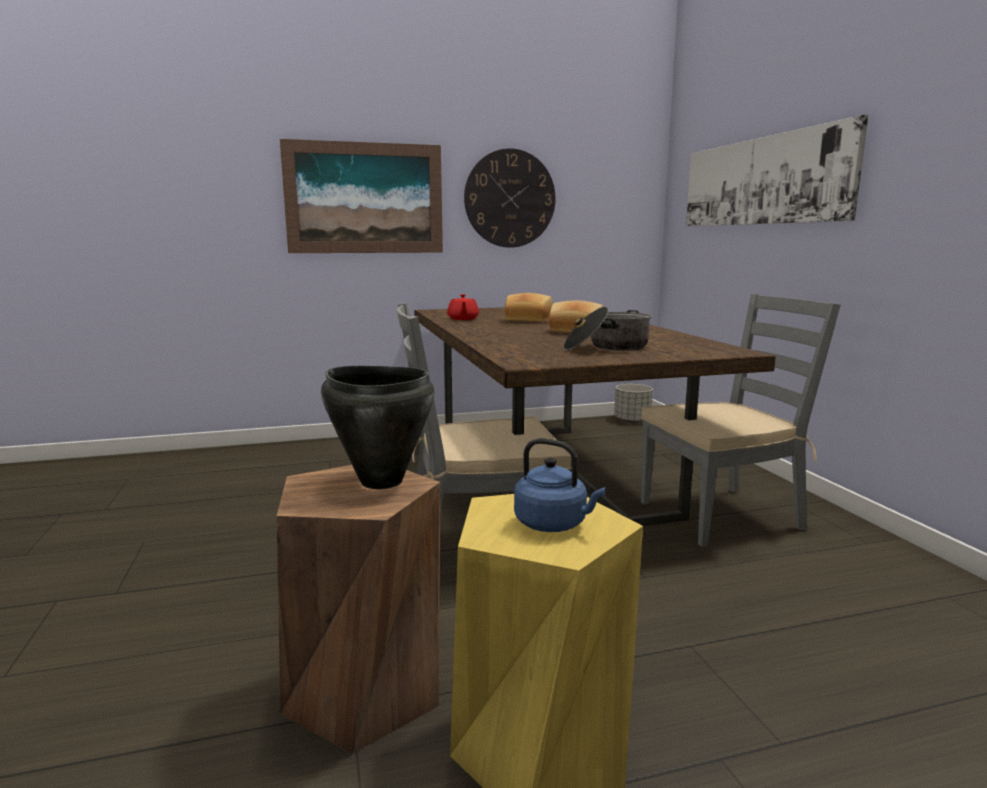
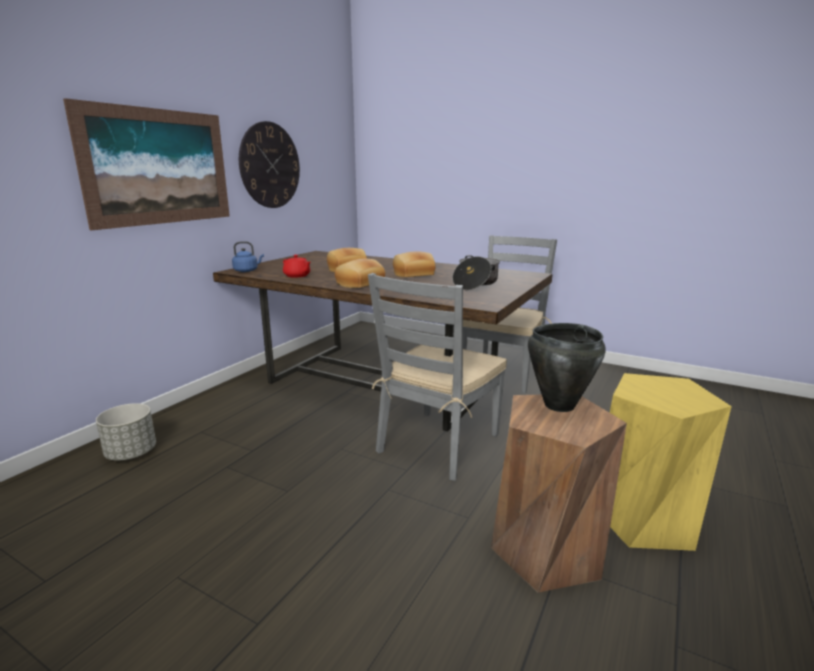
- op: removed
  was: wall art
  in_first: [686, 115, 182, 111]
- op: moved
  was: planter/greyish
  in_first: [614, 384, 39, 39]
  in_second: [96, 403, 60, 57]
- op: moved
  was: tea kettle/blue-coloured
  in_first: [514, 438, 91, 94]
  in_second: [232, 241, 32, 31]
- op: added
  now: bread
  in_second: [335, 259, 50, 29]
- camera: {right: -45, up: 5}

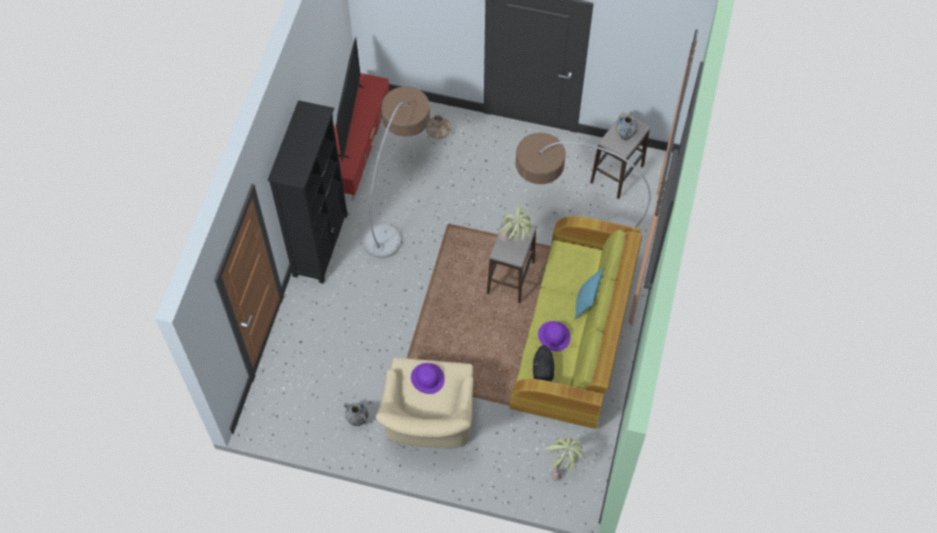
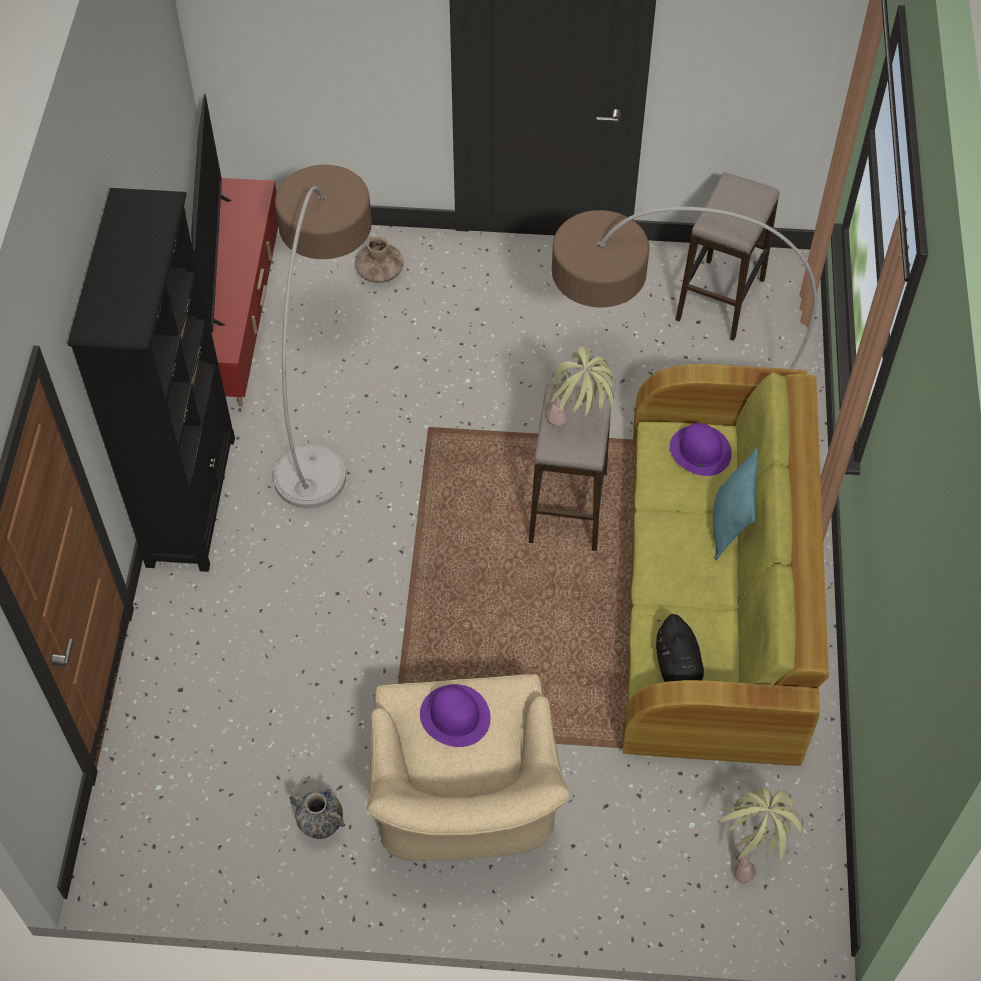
- op: removed
  was: vase
  in_first: [616, 111, 22, 30]
- op: moved
  was: wearable hat/purplish
  in_first: [538, 321, 33, 30]
  in_second: [670, 423, 62, 53]
- camera: {right: -10, up: -5}

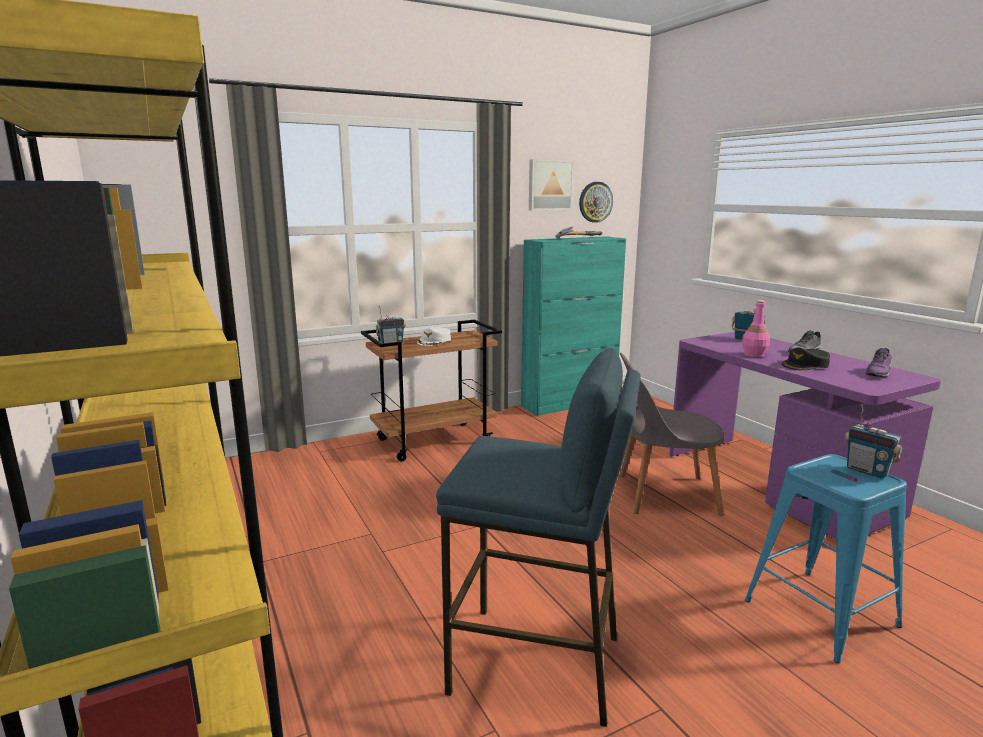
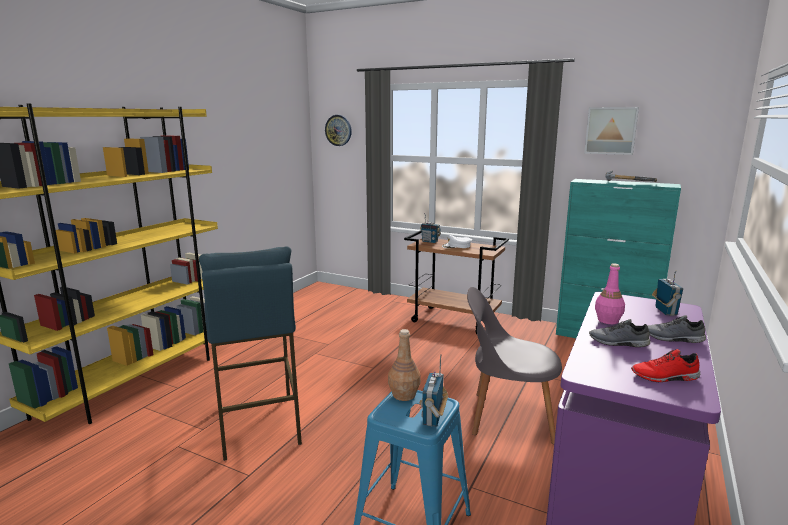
- op: moved
  was: clock on the wall
  in_first: [579, 182, 34, 41]
  in_second: [325, 115, 27, 31]
- op: replaced
  was: cap/black-coloured
  now: item of footwear/greyish
  in_first: [782, 347, 48, 23]
  in_second: [589, 319, 61, 28]
- op: recoloured
  was: item of footwear/purplish
  now: item of footwear/red
  in_first: [865, 348, 27, 30]
  in_second: [631, 349, 70, 33]
- op: turned
  was: chair/greyish
  in_first: [619, 352, 105, 163]
  in_second: [467, 287, 95, 158]
  clockwise: -45
- op: added
  now: drink bottle/brown-coloured
  in_second: [388, 329, 33, 72]
- camera: {right: 55, up: 0}

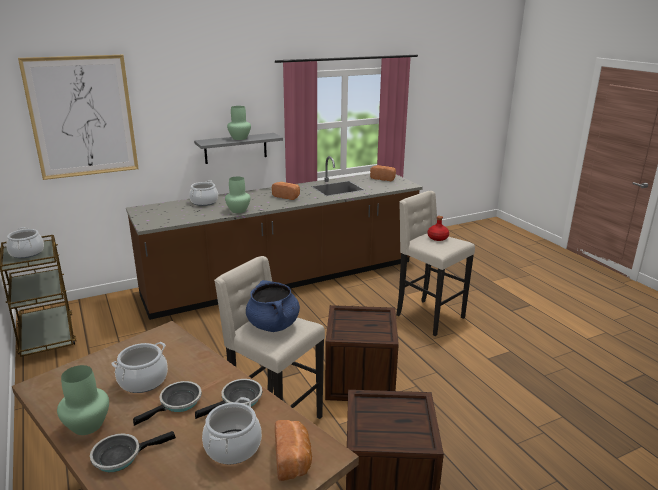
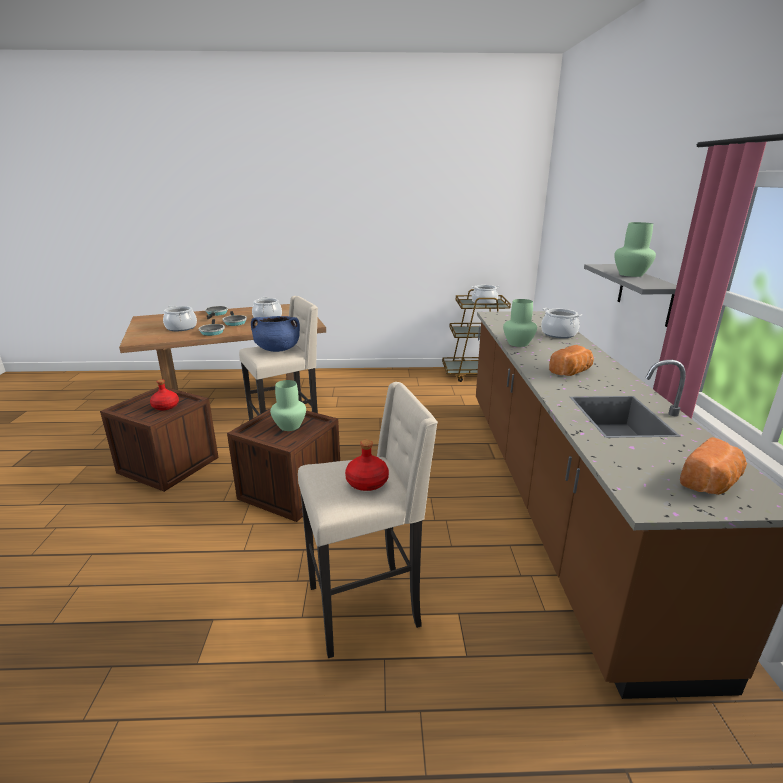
- op: removed
  was: wall art
  in_first: [18, 55, 121, 125]
- op: moved
  was: vase/green
  in_first: [57, 365, 52, 70]
  in_second: [270, 380, 36, 51]
- op: removed
  was: bread
  in_first: [275, 420, 37, 61]
- op: added
  now: drink bottle/red
  in_second: [150, 379, 29, 31]
- camera: {right: 115, up: 0}

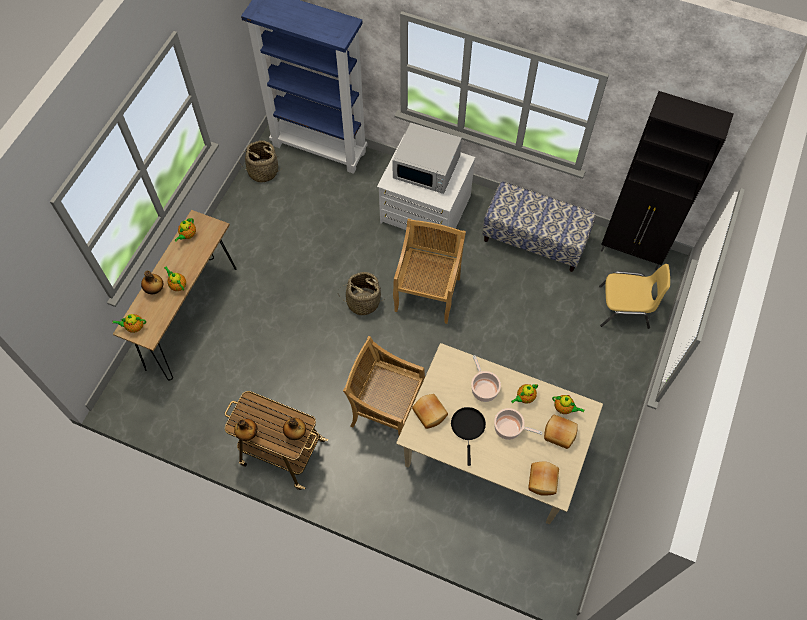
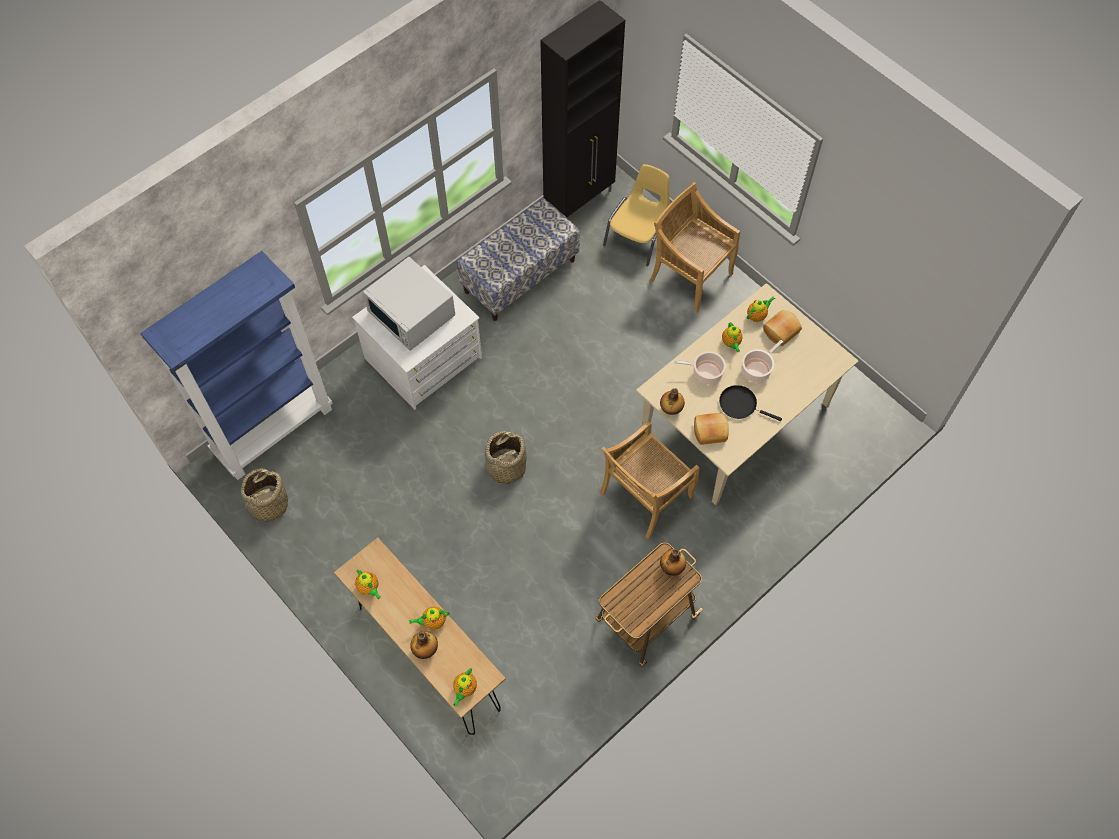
- op: turned
  was: microwave/white-coloured
  in_first: [392, 123, 70, 71]
  in_second: [363, 257, 92, 94]
  clockwise: 90
- op: moved
  was: chair/beige
  in_first: [393, 219, 73, 105]
  in_second: [649, 182, 91, 131]
- op: moved
  was: drink bottle
  in_first: [234, 419, 24, 22]
  in_second: [660, 388, 25, 27]
- op: removed
  was: bread
  in_first: [528, 461, 31, 35]
- camera: {right: -65, up: 0}

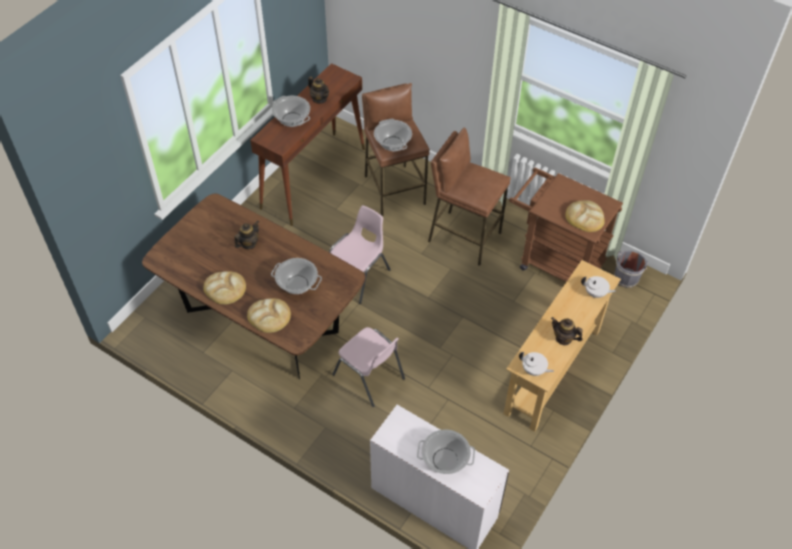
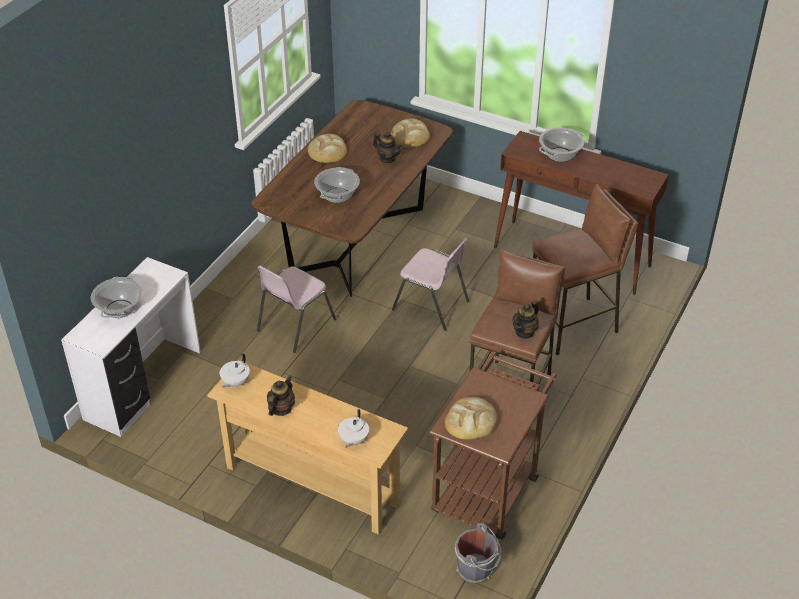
- op: moved
  was: teapot
  in_first: [308, 76, 21, 28]
  in_second: [512, 300, 27, 39]
- op: removed
  was: stockpot
  in_first: [374, 119, 38, 33]
- op: moved
  was: bread
  in_first: [247, 298, 44, 35]
  in_second: [391, 118, 39, 29]
- camera: {right: 85, up: -10}

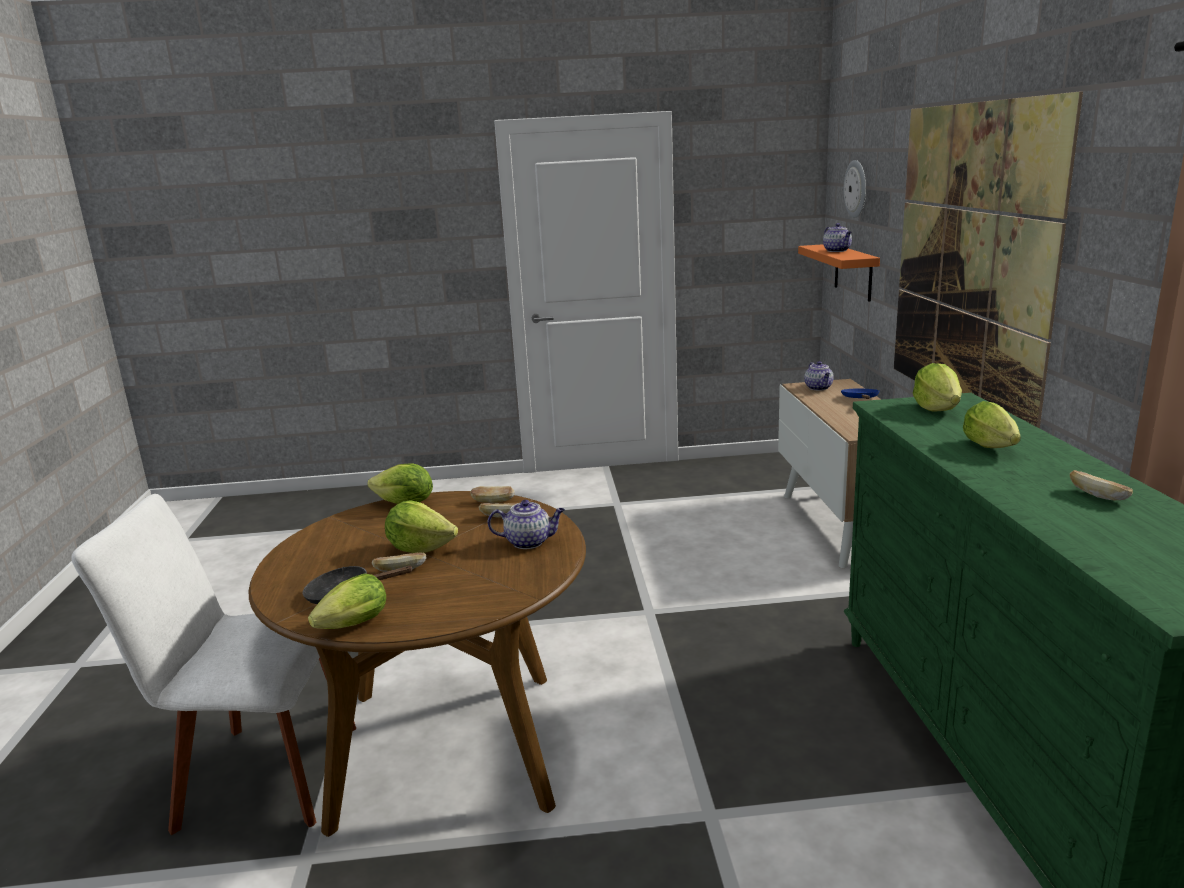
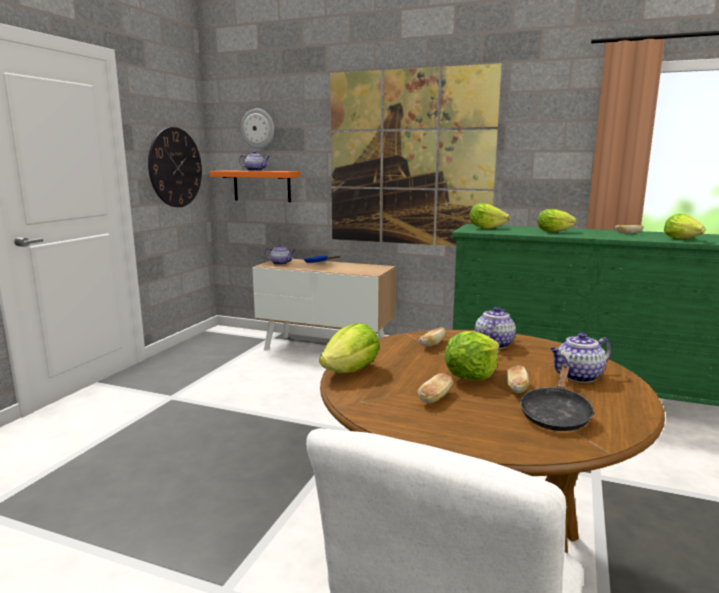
- op: moved
  was: bread
  in_first: [470, 486, 45, 17]
  in_second: [418, 373, 35, 30]
- op: moved
  was: head of lettuce
  in_first: [308, 574, 78, 55]
  in_second: [664, 214, 42, 25]
- op: added
  now: clock on the wall
  in_second: [148, 127, 54, 80]
- op: added
  now: teapot
  in_second: [550, 333, 62, 50]
- camera: {right: -65, up: -5}

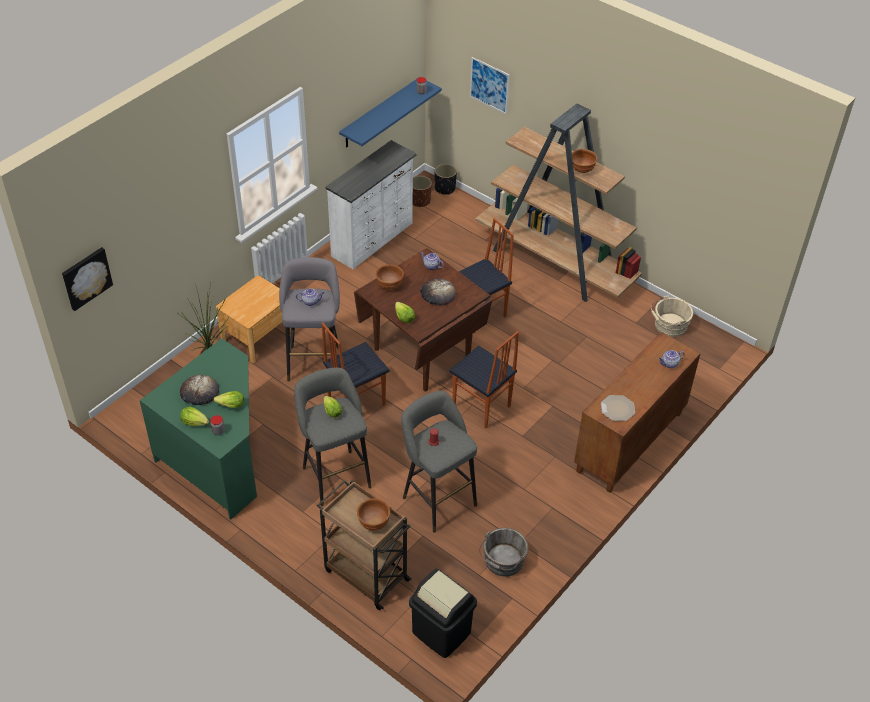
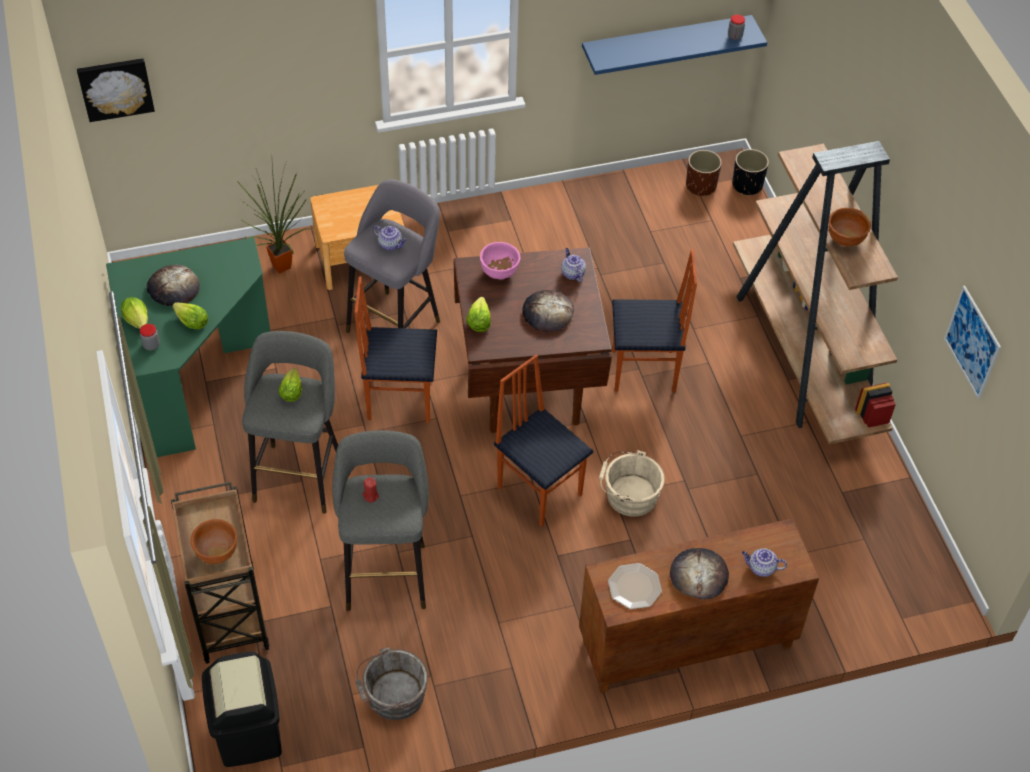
- op: moved
  was: wall art
  in_first: [470, 57, 40, 57]
  in_second: [944, 285, 57, 114]
- op: removed
  was: dresser/white-coloured
  in_first: [325, 140, 92, 129]
- op: recoloured
  was: bowl/brown-coloured
  now: bowl/pinkish
  in_first: [376, 264, 28, 26]
  in_second: [480, 242, 40, 38]
- op: moved
  was: pail/beige
  in_first: [651, 295, 42, 42]
  in_second: [599, 450, 66, 67]
- op: turned
  was: chair
  in_first: [449, 331, 70, 97]
  in_second: [494, 354, 99, 173]
  clockwise: 150
- op: added
  now: bread
  in_second: [670, 548, 59, 51]
- camera: {right: 35, up: 5}

